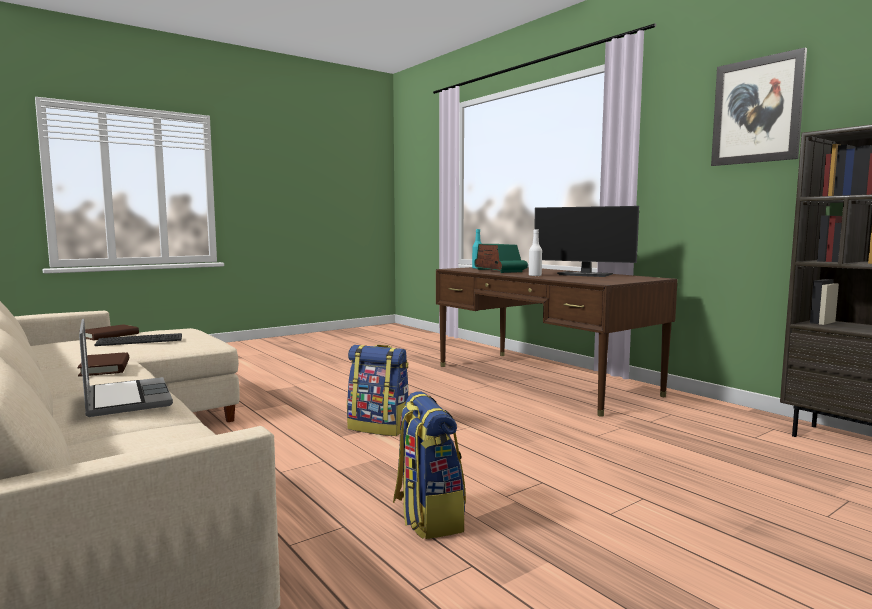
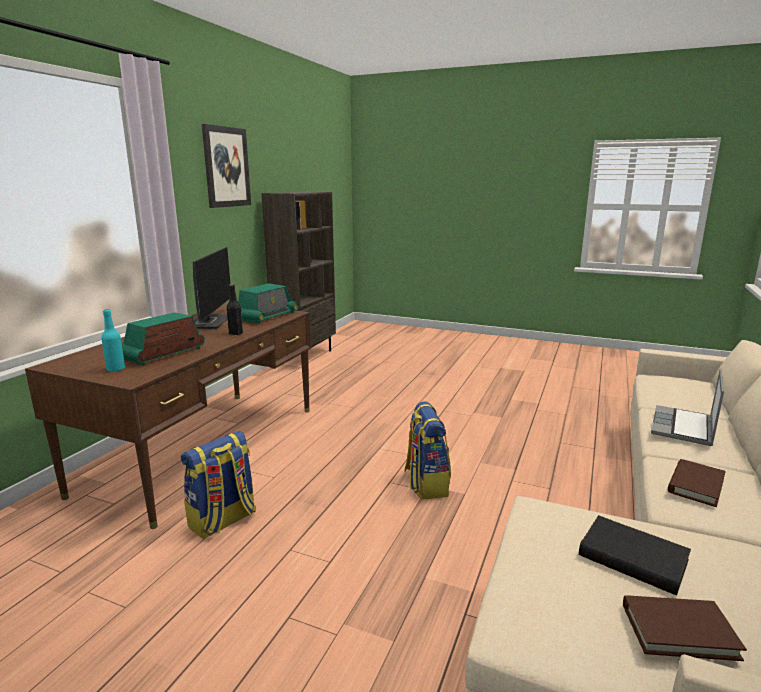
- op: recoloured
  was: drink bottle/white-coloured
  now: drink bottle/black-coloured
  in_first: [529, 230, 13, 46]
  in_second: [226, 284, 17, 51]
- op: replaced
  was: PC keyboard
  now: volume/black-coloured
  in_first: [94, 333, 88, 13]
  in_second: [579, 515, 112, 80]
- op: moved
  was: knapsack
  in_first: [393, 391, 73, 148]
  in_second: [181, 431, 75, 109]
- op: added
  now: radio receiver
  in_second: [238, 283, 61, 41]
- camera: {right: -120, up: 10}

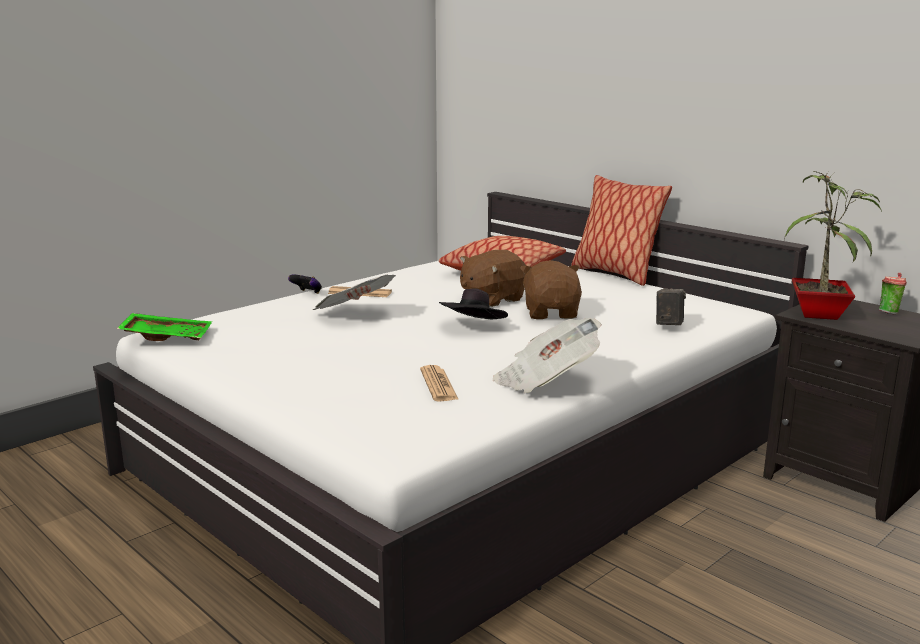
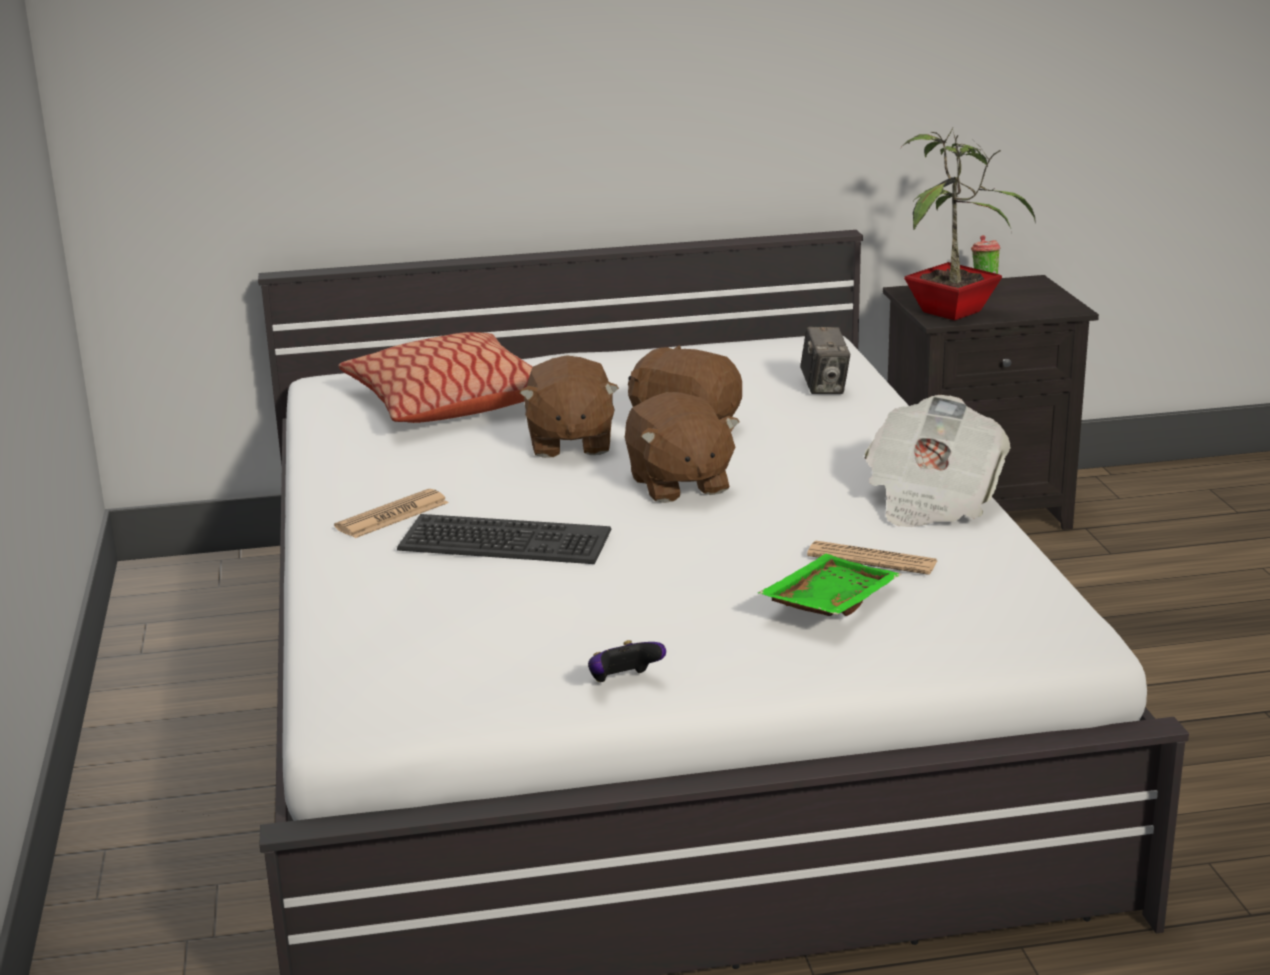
- op: removed
  was: throw pillow
  in_first: [571, 175, 101, 111]
- op: moved
  was: game controller
  in_first: [288, 275, 34, 19]
  in_second: [588, 640, 78, 42]
- op: replaced
  was: printed paper
  now: PC keyboard
  in_first: [312, 275, 84, 35]
  in_second: [397, 514, 214, 50]
- op: replaced
  was: wearable hat/black-coloured
  now: soft toy/brown-coloured
  in_first: [439, 288, 69, 31]
  in_second: [625, 392, 115, 111]
- op: turned
  was: photo camera
  in_first: [656, 289, 30, 36]
  in_second: [800, 327, 50, 67]
  clockwise: -150
- op: moved
  was: carrying tray/green
  in_first: [117, 313, 95, 28]
  in_second: [758, 554, 144, 62]
- camera: {right: -55, up: 5}

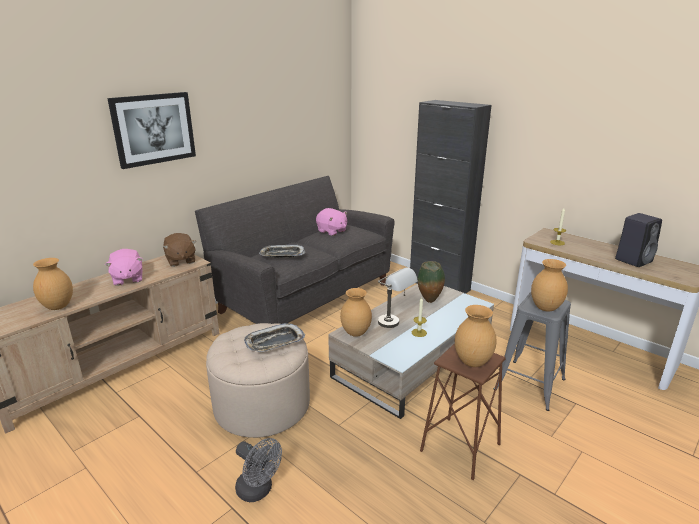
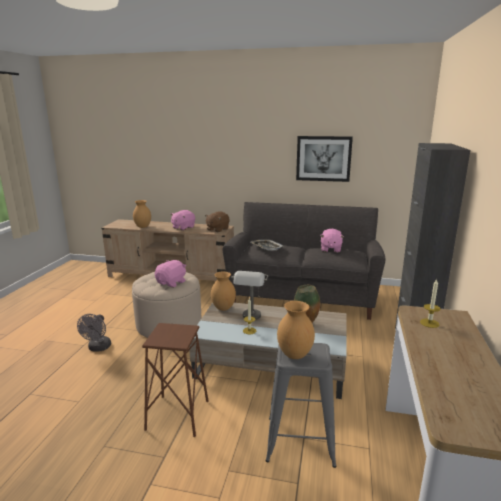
- op: moved
  was: wall art
  in_first: [107, 92, 89, 77]
  in_second: [296, 136, 57, 46]
- op: removed
  was: speaker/black-coloured
  in_first: [615, 213, 47, 54]
- op: removed
  was: vase/brown-coloured
  in_first: [455, 305, 41, 62]
- op: replaced
  was: carrying tray
  now: soft toy/pinkish
  in_first: [244, 323, 61, 29]
  in_second: [155, 260, 31, 27]
- camera: {right: 60, up: -5}

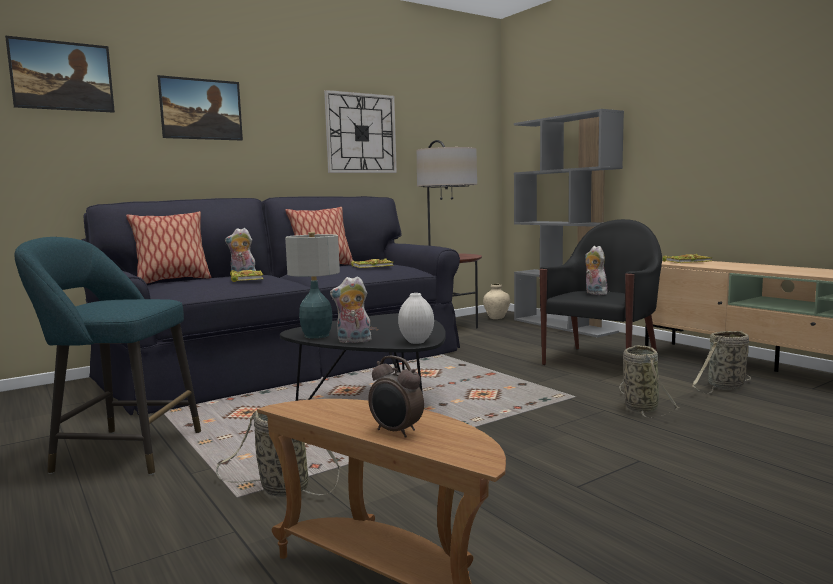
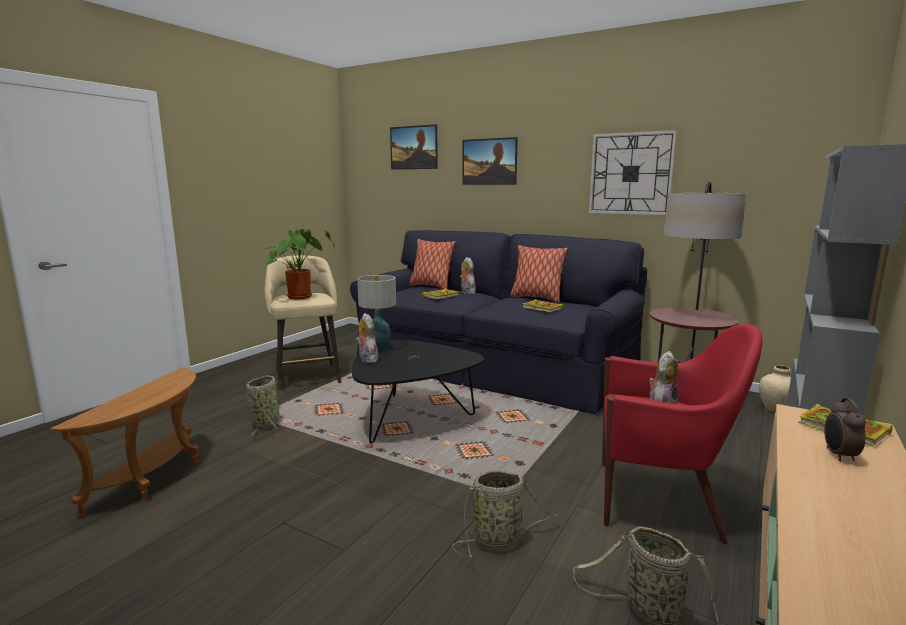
- op: recoloured
  was: easy chair/black-coloured
  now: easy chair/red
  in_first: [539, 219, 123, 146]
  in_second: [602, 324, 160, 220]
- op: recoloured
  was: sitting stool/blue-green
  now: sitting stool/beige
  in_first: [14, 237, 187, 238]
  in_second: [265, 255, 76, 136]
- op: removed
  was: vase/white-coloured
  in_first: [398, 293, 36, 51]
- op: moved
  was: table clock
  in_first: [368, 356, 56, 82]
  in_second: [824, 398, 42, 63]
- op: added
  now: plant in a pot
  in_second: [264, 229, 71, 70]
- camera: {right: 65, up: 5}

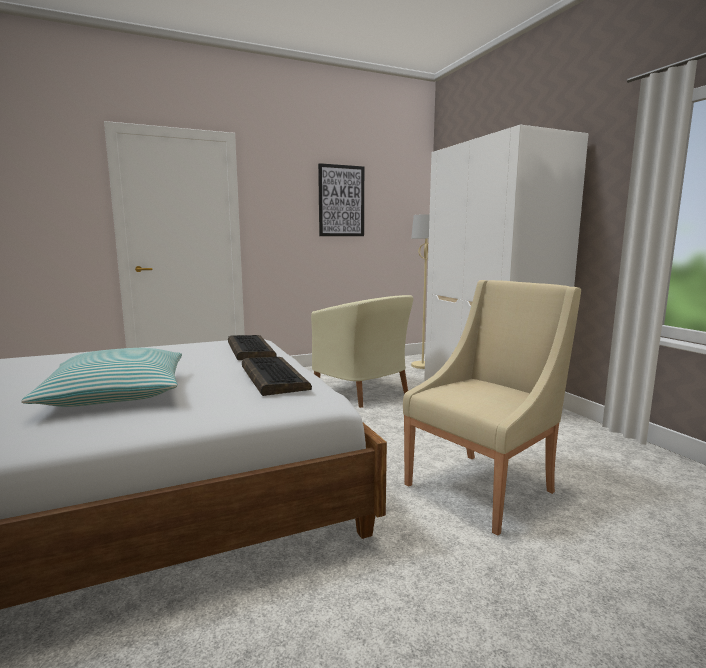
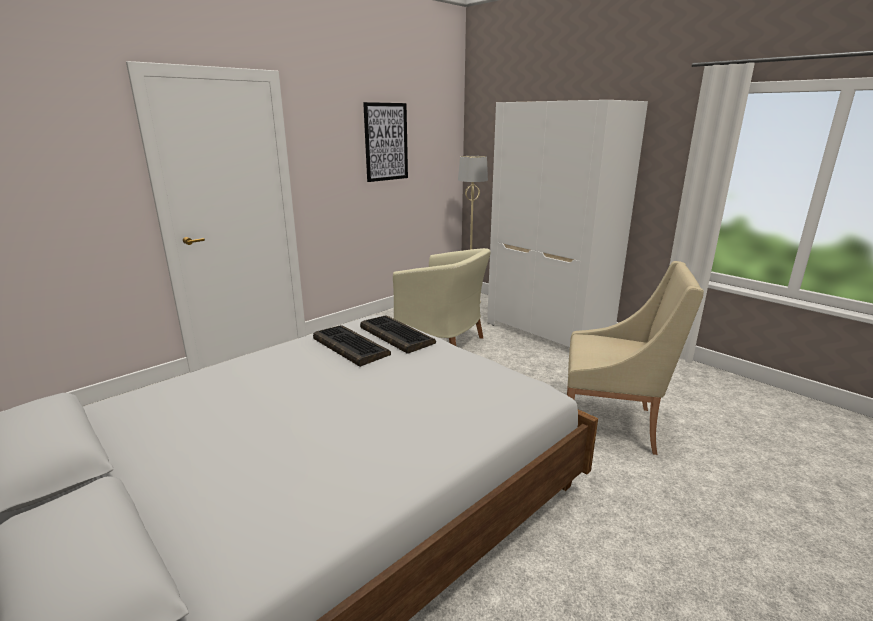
- op: turned
  was: easy chair/beige
  in_first: [403, 280, 178, 256]
  in_second: [567, 261, 137, 194]
  clockwise: 75
- op: removed
  was: throw pillow
  in_first: [21, 348, 161, 59]
- op: moved
  was: PC keyboard
  in_first: [242, 357, 70, 39]
  in_second: [313, 325, 78, 42]
- camera: {right: -20, up: 10}

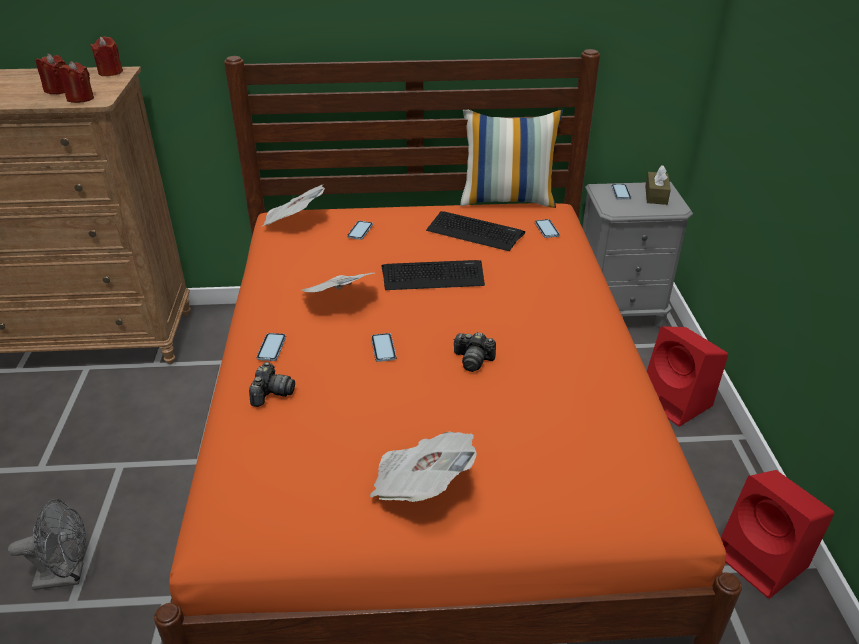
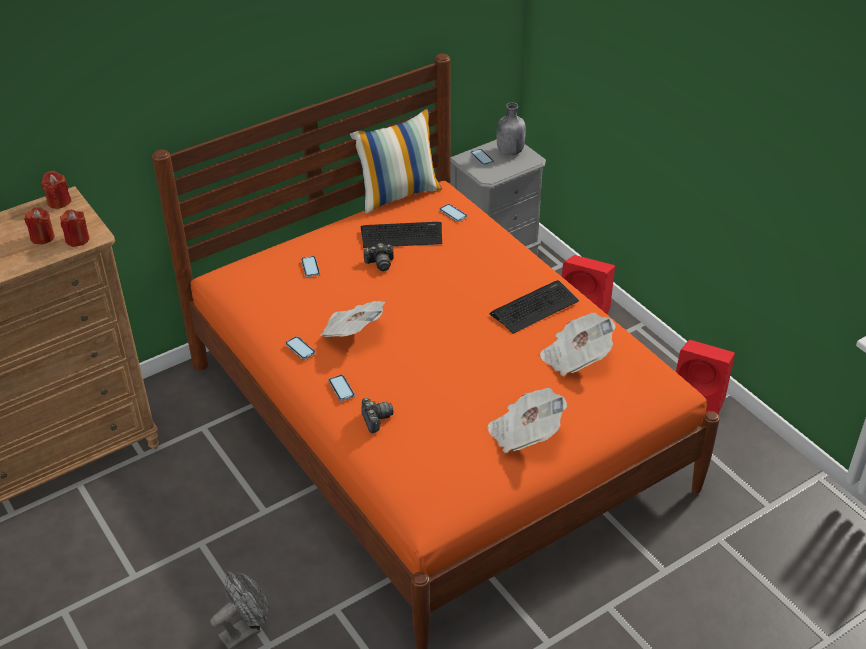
- op: replaced
  was: tissue holder/brown-coloured
  now: drink bottle/greyish
  in_first: [645, 166, 26, 39]
  in_second: [497, 102, 29, 53]
- op: moved
  was: printed paper
  in_first: [262, 184, 63, 43]
  in_second: [540, 313, 76, 63]
- op: moved
  was: PC keyboard
  in_first: [382, 260, 103, 30]
  in_second: [489, 280, 90, 54]
- op: moved
  was: photo camera
  in_first: [453, 332, 43, 40]
  in_second: [363, 243, 31, 28]
- op: moved
  was: phone
  in_first: [371, 333, 25, 29]
  in_second: [285, 336, 31, 24]
- camera: {right: -30, up: 5}

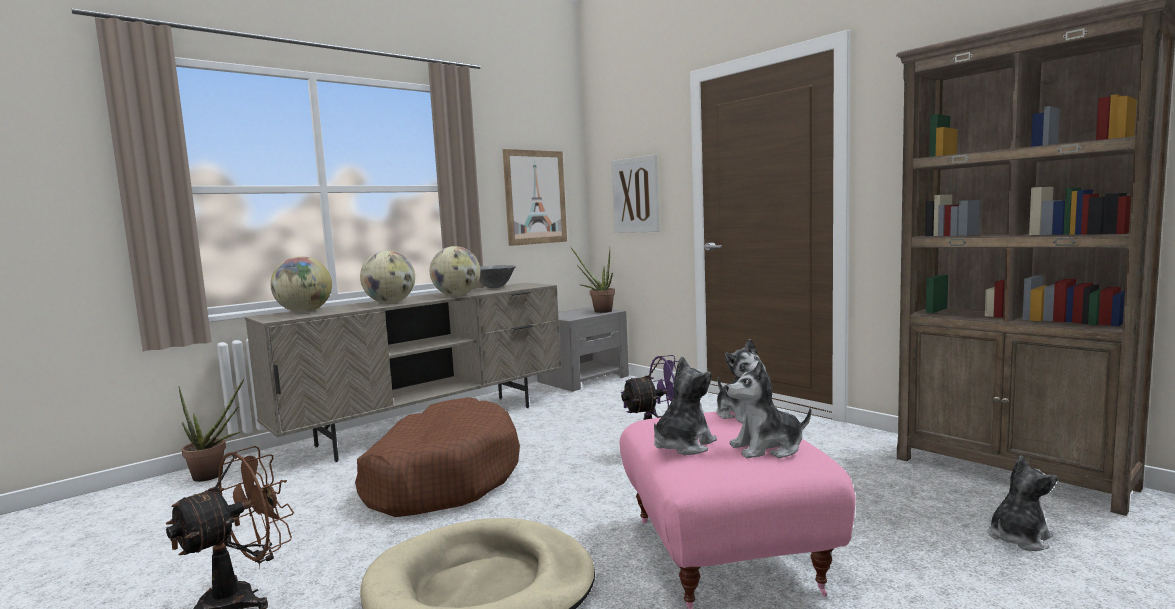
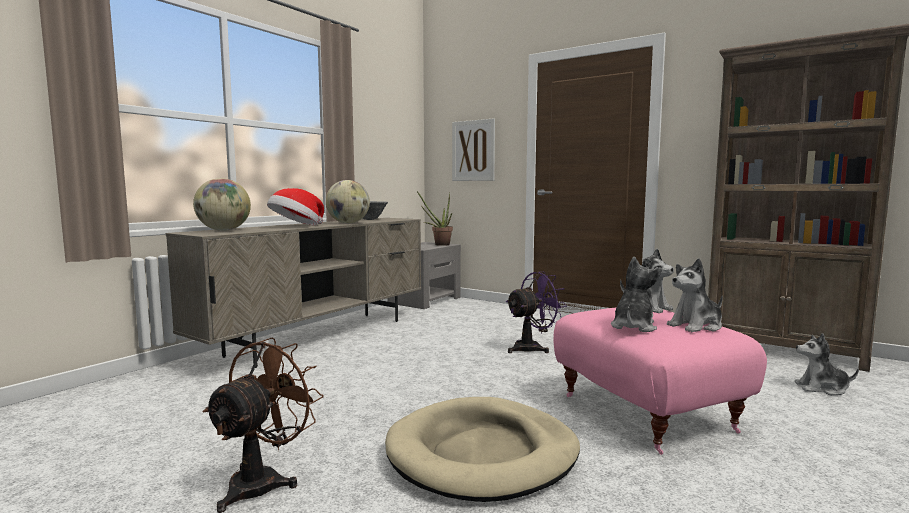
- op: removed
  was: wall art
  in_first: [503, 149, 64, 97]
- op: replaced
  was: desk globe
  now: wearable hat
  in_first: [360, 251, 55, 52]
  in_second: [267, 188, 57, 37]
- op: removed
  was: plant in a pot
  in_first: [178, 378, 67, 104]
- op: removed
  was: pet bed/brown-coloured
  in_first: [355, 397, 165, 120]
- op: turned
  was: soft toy
  in_first: [987, 455, 70, 96]
  in_second: [795, 333, 64, 62]
  clockwise: -120
- camera: {right: -15, up: 0}

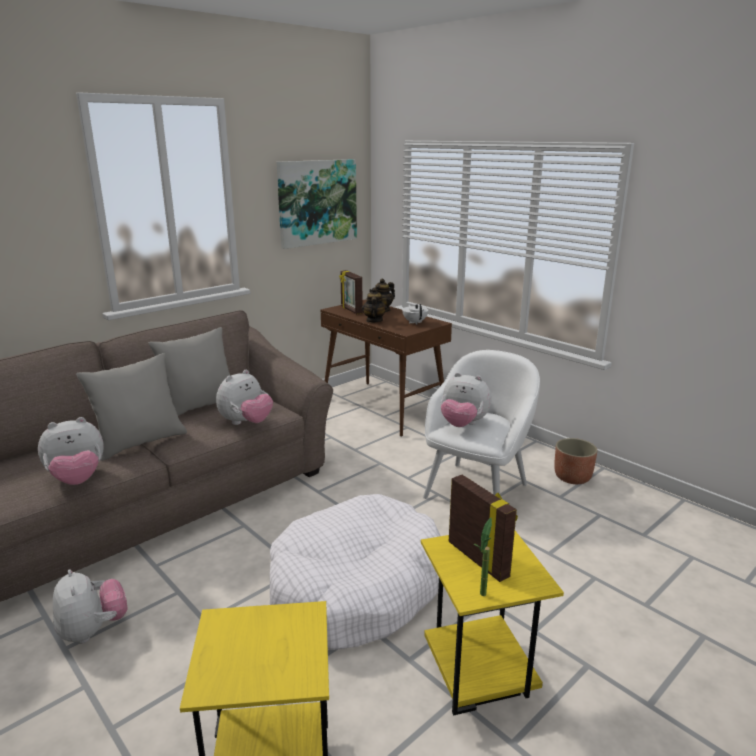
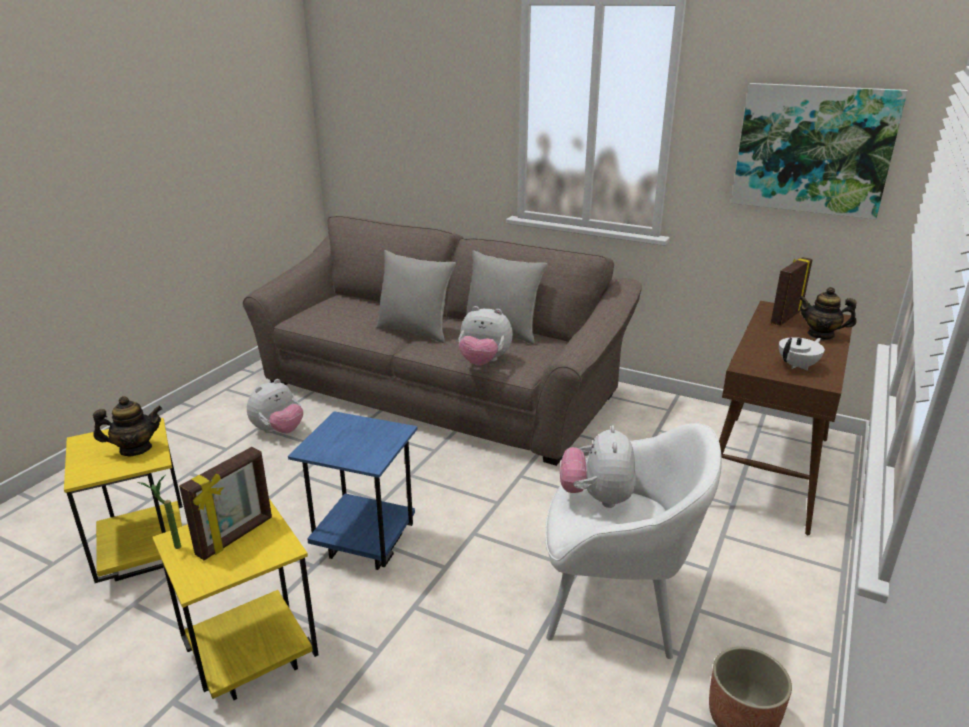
- op: moved
  was: teapot
  in_first: [362, 287, 25, 36]
  in_second: [93, 396, 70, 60]
- op: removed
  was: soft toy
  in_first: [38, 417, 66, 68]
- op: replaced
  was: pet bed/white-coloured
  now: end table/blue-coloured
  in_first: [270, 494, 171, 156]
  in_second: [288, 411, 130, 159]
- camera: {right: 70, up: 5}

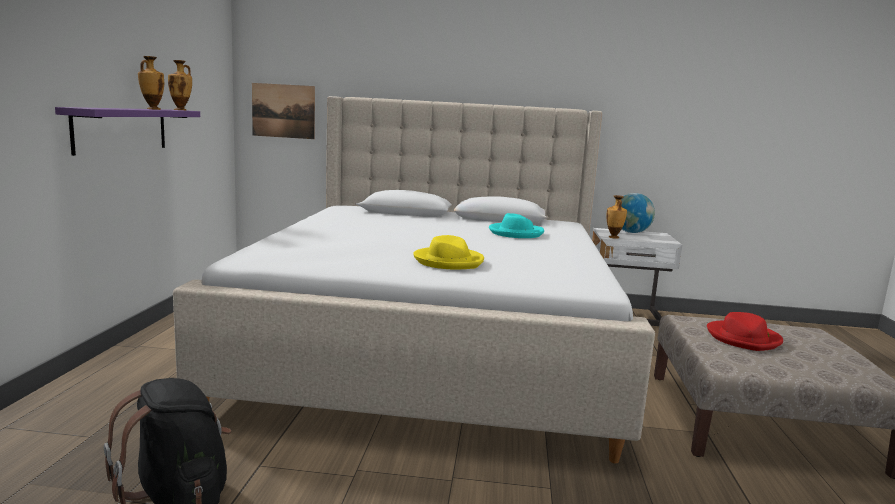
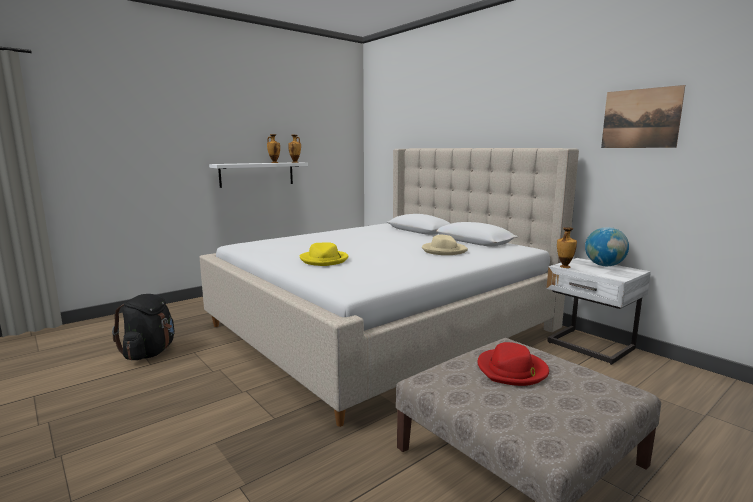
- op: moved
  was: wall art
  in_first: [252, 83, 63, 56]
  in_second: [601, 85, 84, 63]
- op: recoloured
  was: bracket shelf/purplish
  now: bracket shelf/white-coloured
  in_first: [55, 107, 145, 49]
  in_second: [209, 162, 99, 26]
- op: recoloured
  was: wearable hat/blue-green
  now: wearable hat/beige
  in_first: [489, 213, 55, 25]
  in_second: [422, 235, 46, 20]
- camera: {right: 45, up: 0}

